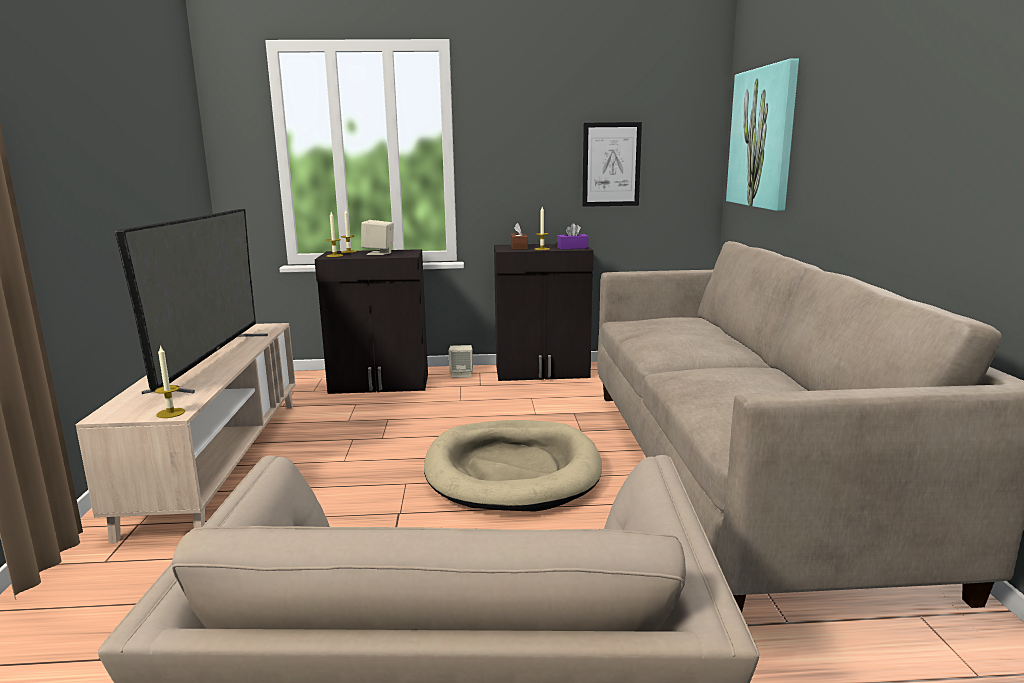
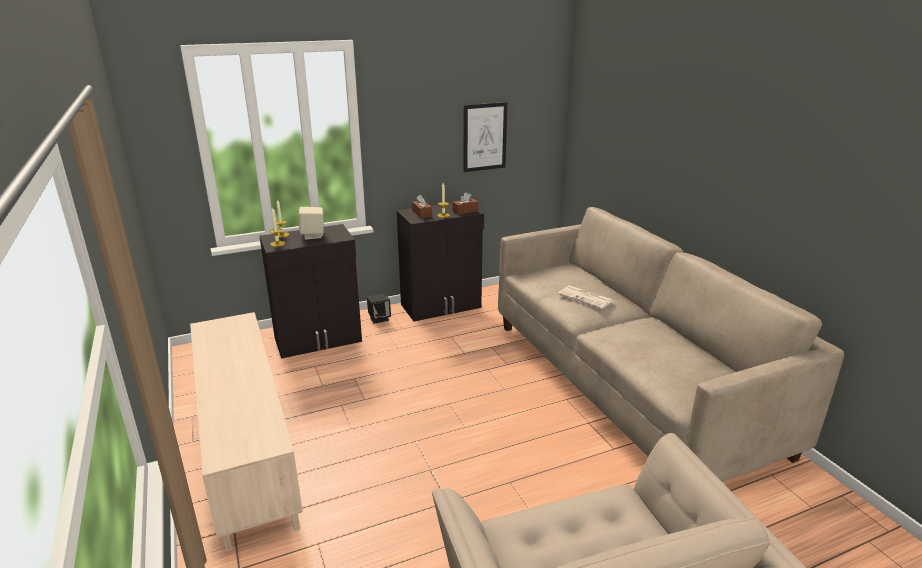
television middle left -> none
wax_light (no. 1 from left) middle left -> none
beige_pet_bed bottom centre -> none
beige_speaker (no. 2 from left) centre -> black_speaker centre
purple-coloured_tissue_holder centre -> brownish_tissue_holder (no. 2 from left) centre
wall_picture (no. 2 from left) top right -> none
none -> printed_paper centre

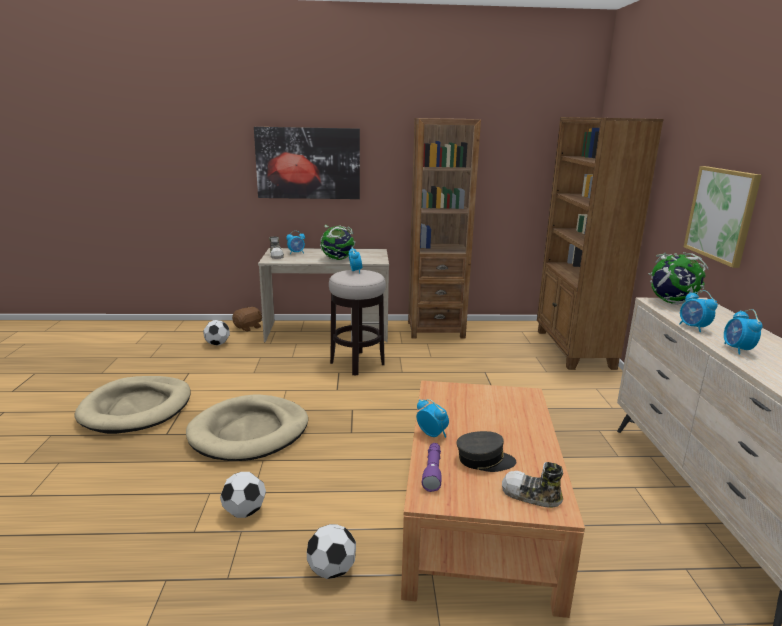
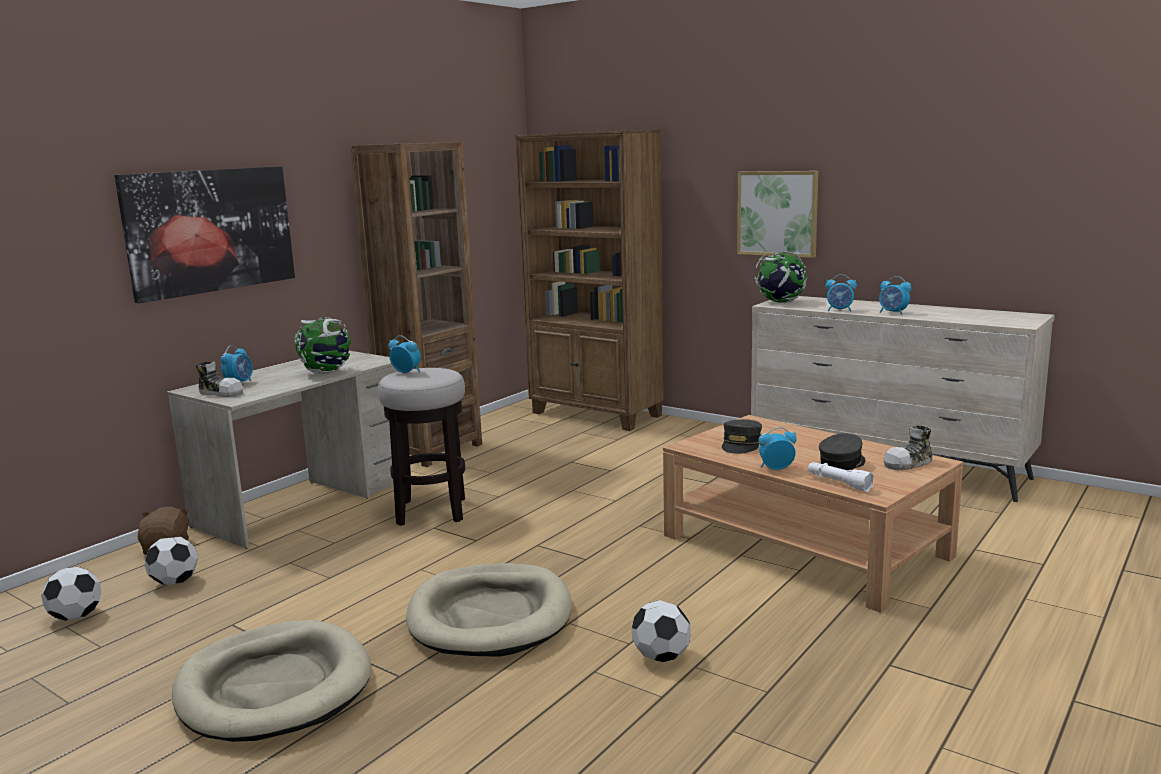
ball_for_football (no. 3 from left in the first image) bottom centre -> ball_for_football (no. 1 from left) bottom left, relocated
purple-coloured_hand_torch bottom centre -> white-coloured_hand_torch middle right
none -> greyish_cap (no. 1 from left) centre

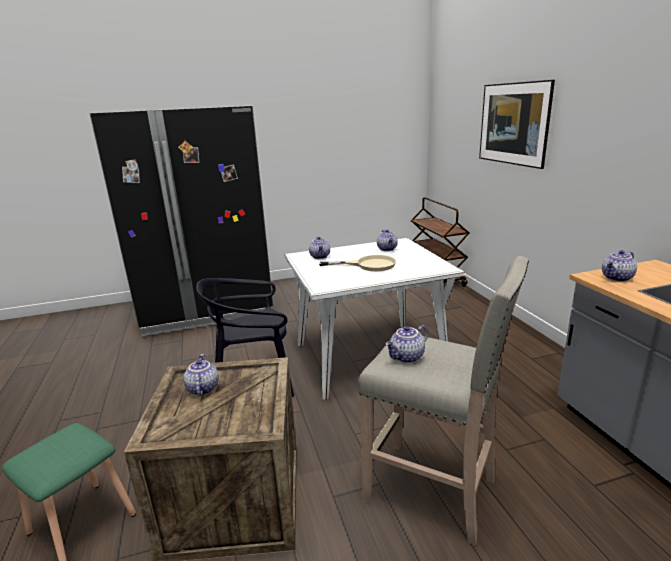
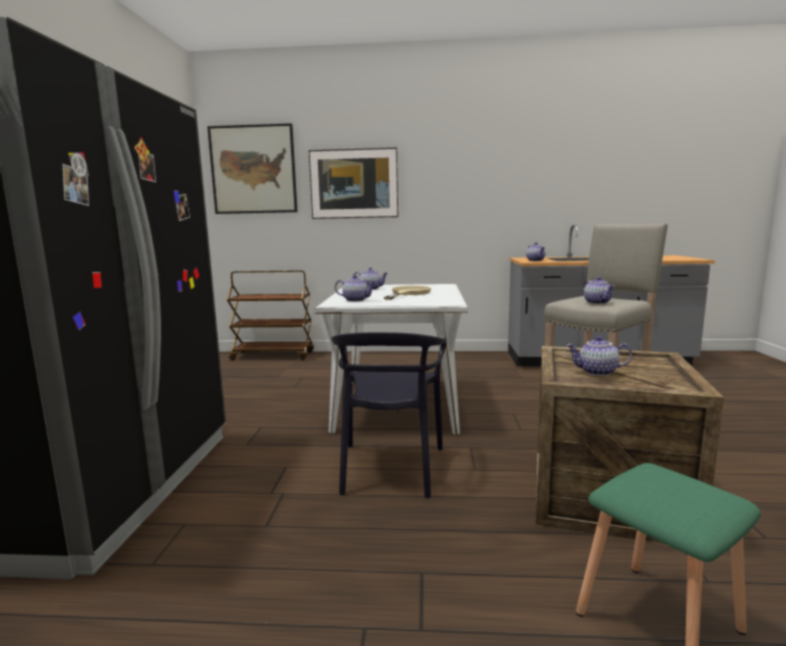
none -> wall_picture (no. 1 from left) top left

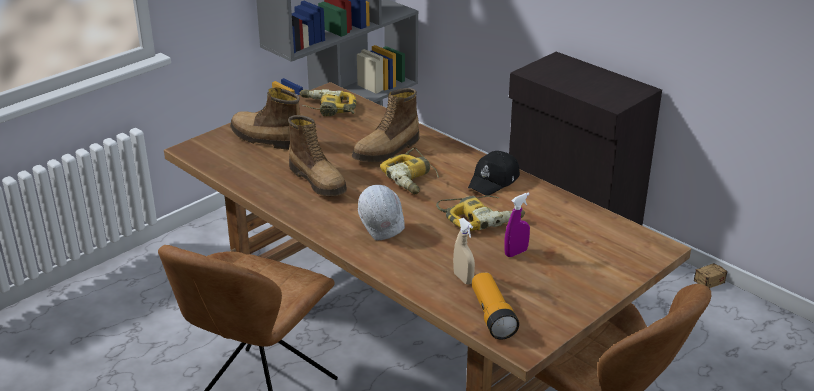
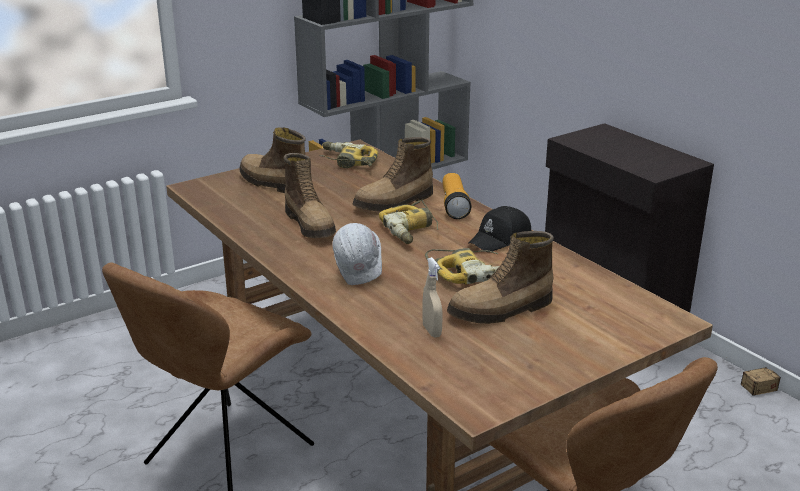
hand_torch bottom centre -> hand_torch centre, relocated
purple-coloured_sprayer centre -> tall_boot (no. 4 from left) centre

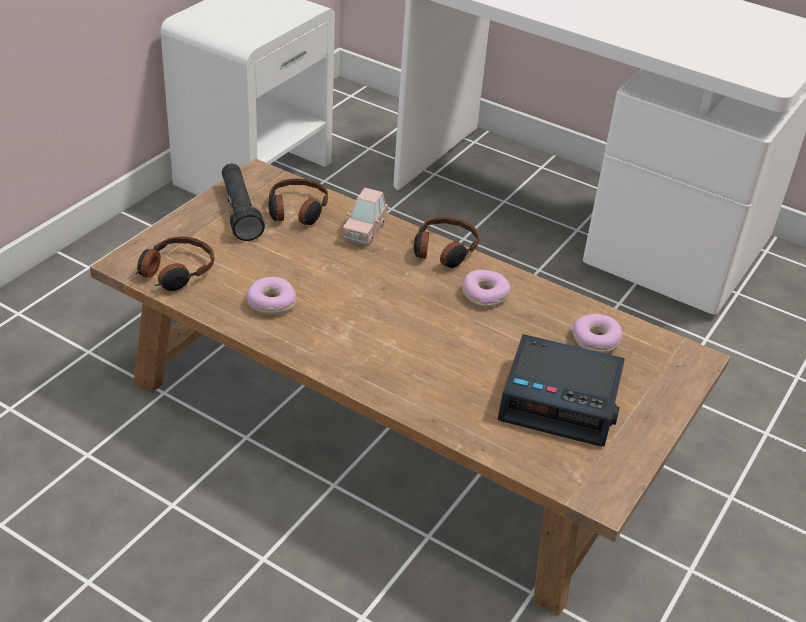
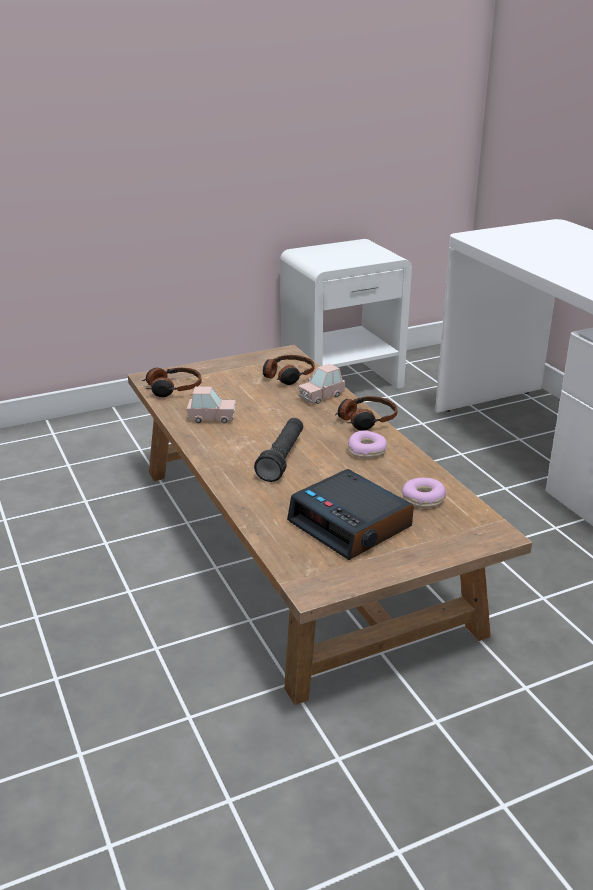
black_hand_torch top left -> black_hand_torch centre, relocated
ring_doughnut (no. 1 from left) centre -> pinkish_model_car (no. 1 from left) centre

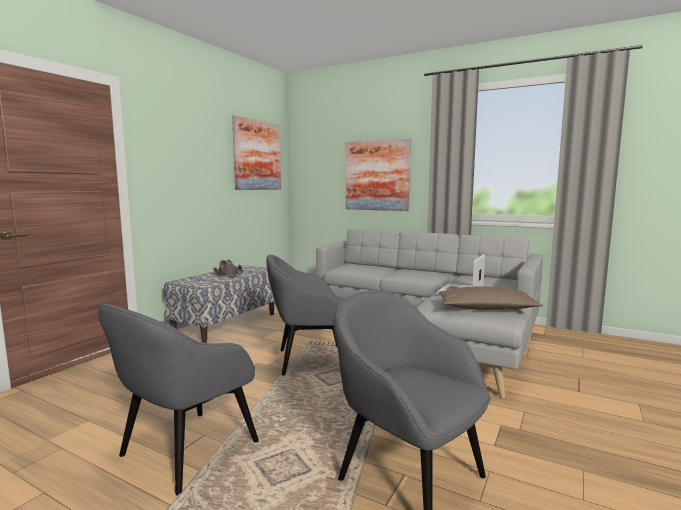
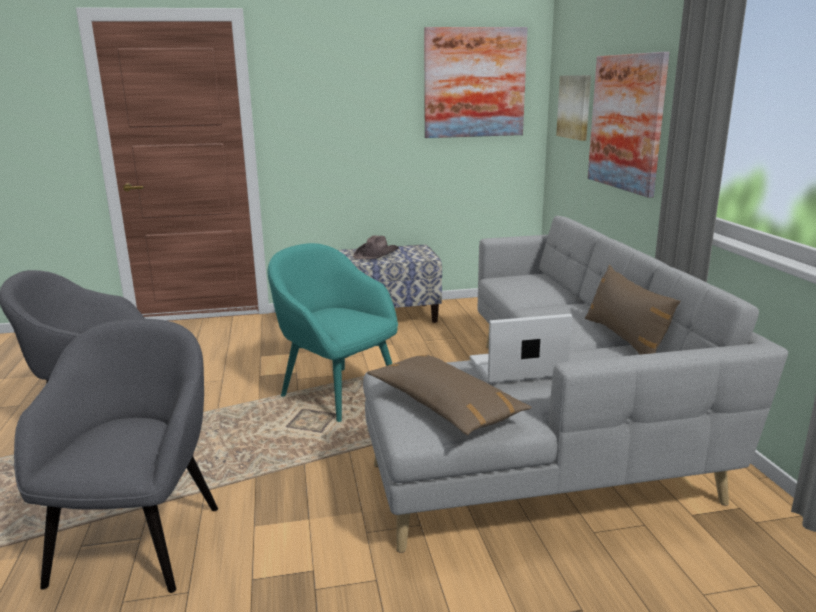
greyish_lounge_chair (no. 2 from left) centre -> blue-green_lounge_chair centre
none -> wall_picture (no. 2 from left) top right
none -> brownish_throw_pillow (no. 2 from left) middle right

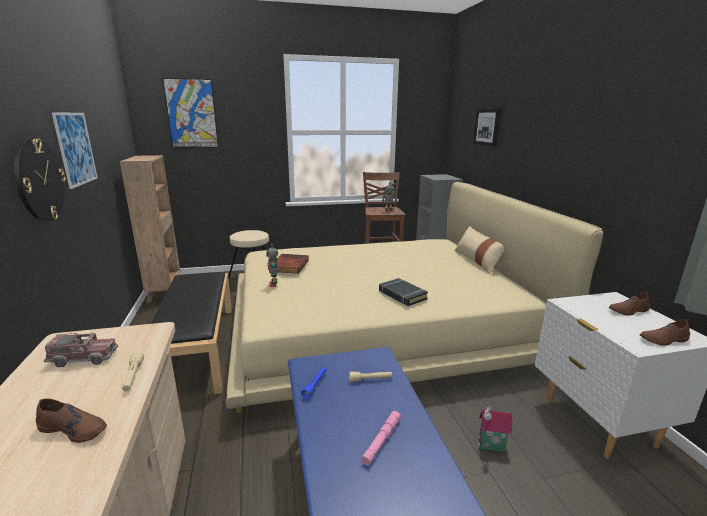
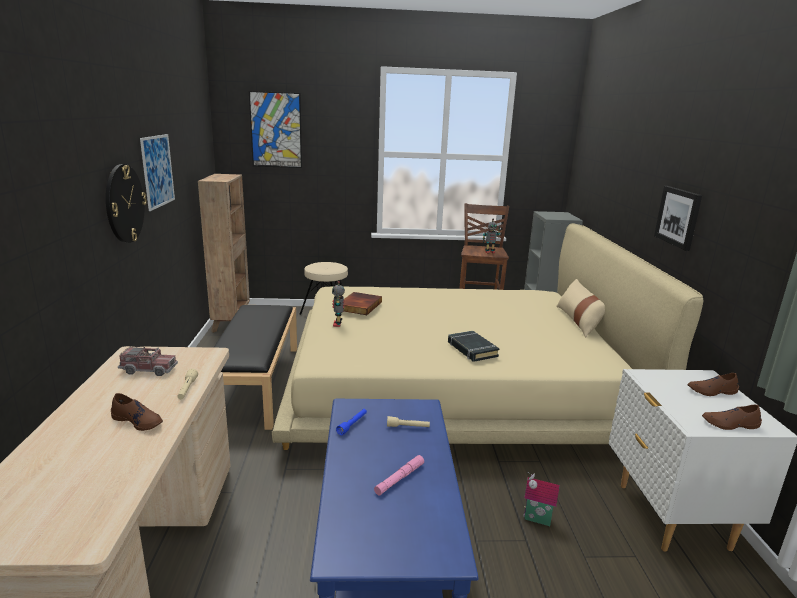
wall_picture (no. 3 from left) top right -> wall_picture (no. 3 from left) middle right, relocated

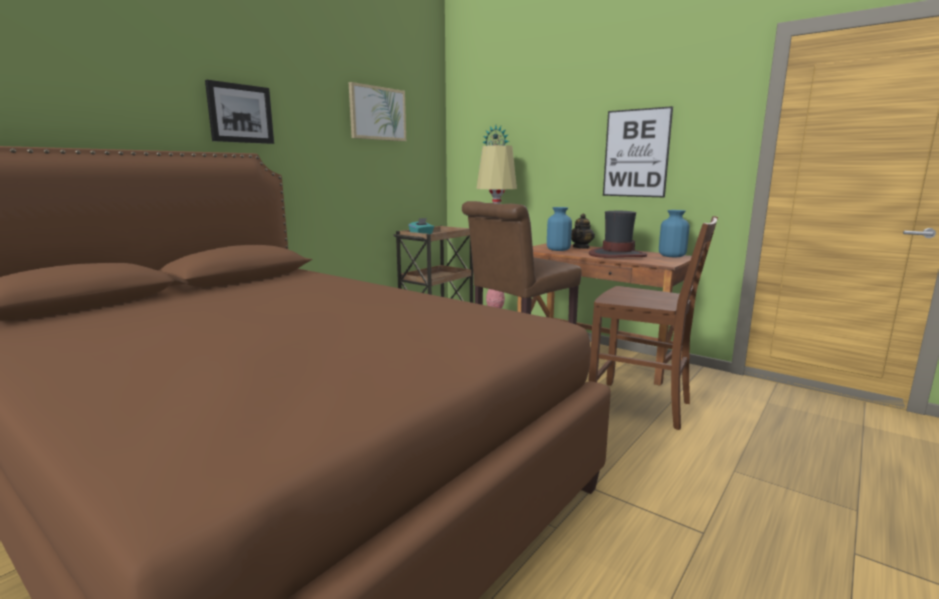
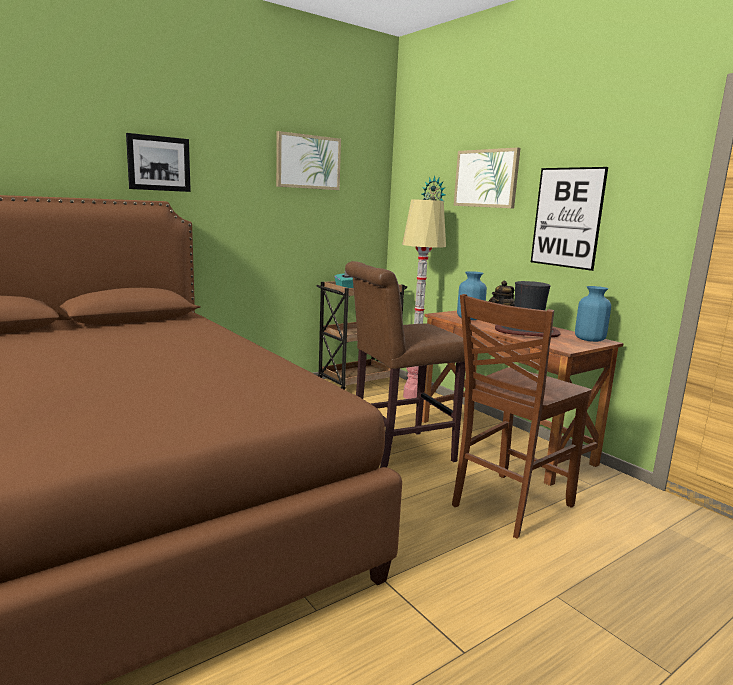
brownish_chair middle right, 90 degrees clockwise
none -> wall_picture (no. 3 from left) top centre

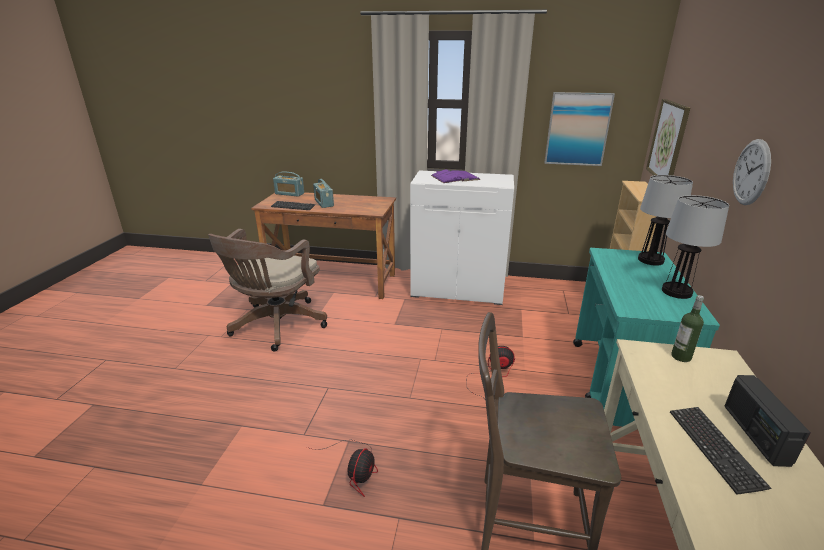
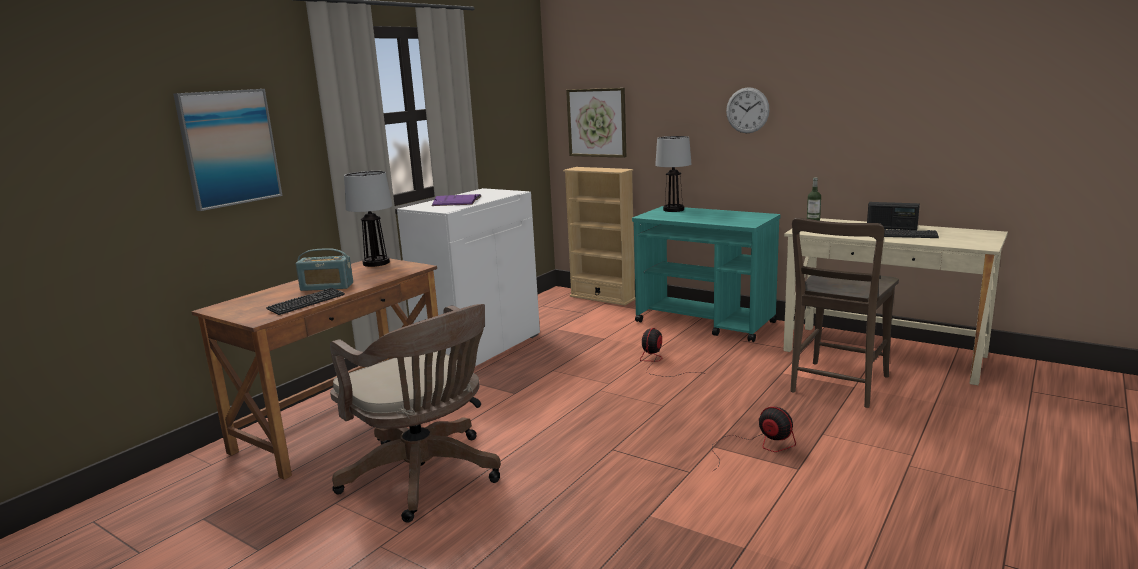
radio_set (no. 1 from left) centre -> none
wall_picture (no. 1 from left) top right -> wall_picture (no. 1 from left) top left, relocated
tabletop_lamp (no. 2 from left in the first image) middle right -> tabletop_lamp (no. 1 from left) middle left, relocated

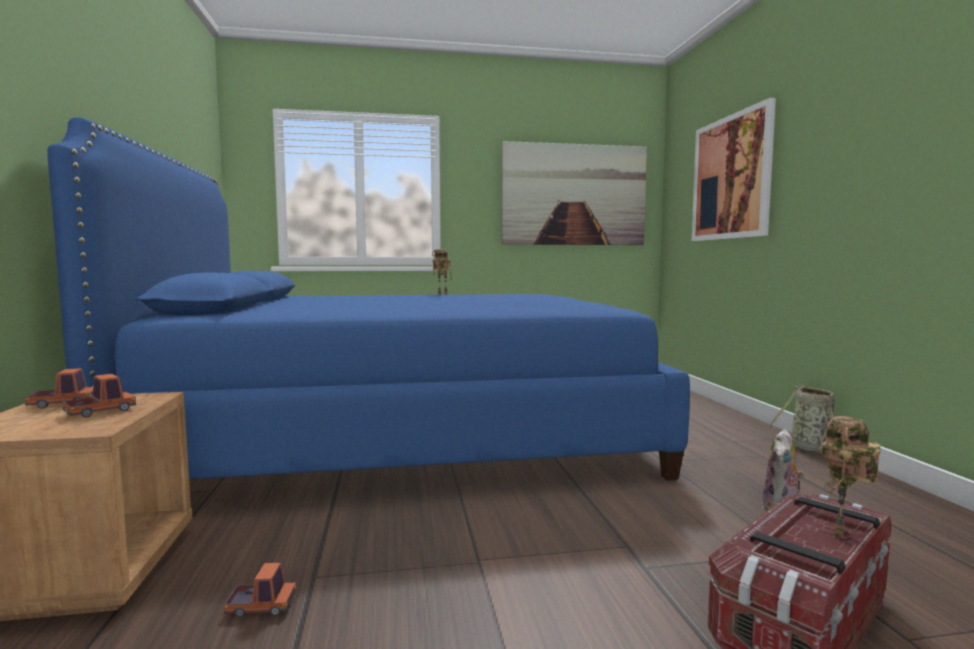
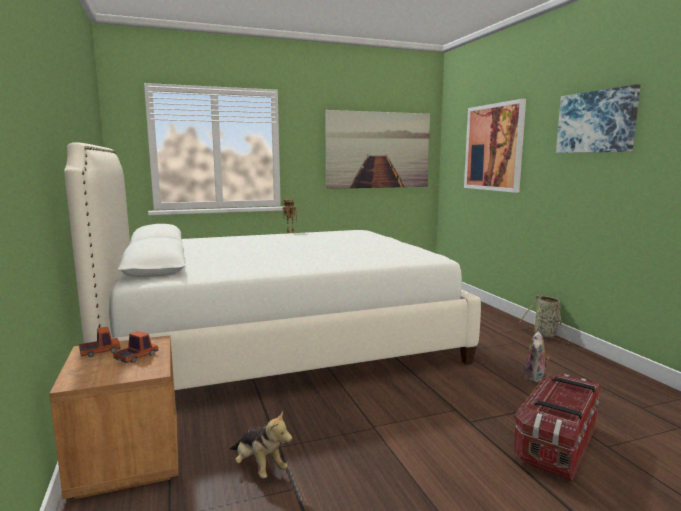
blue_bedroom_bed centre -> white-coloured_bedroom_bed centre
toy_truck (no. 3 from left) bottom left -> cuddly_toy (no. 1 from left) bottom centre
toy_robot (no. 2 from left) bottom right -> none
none -> wall_picture (no. 3 from left) top right

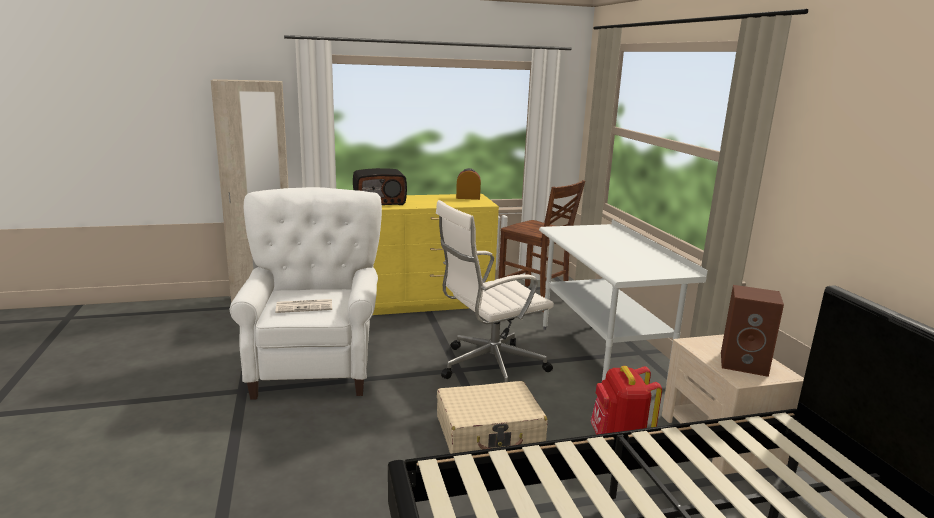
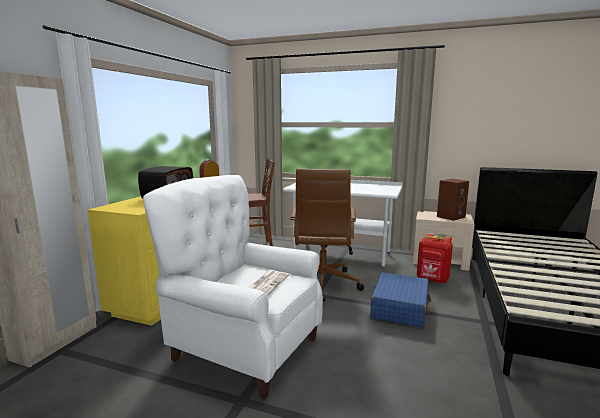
white-coloured_desk_chair centre -> brownish_desk_chair centre
beige_piece_of_luggage bottom centre -> blue_piece_of_luggage bottom right

